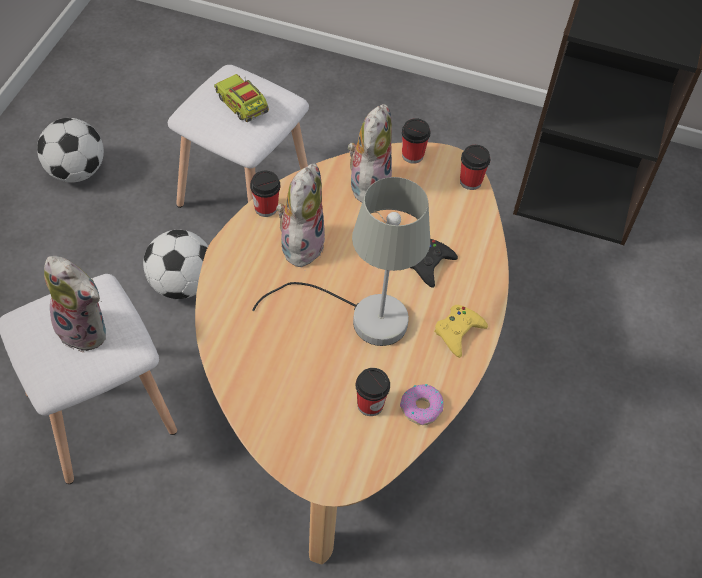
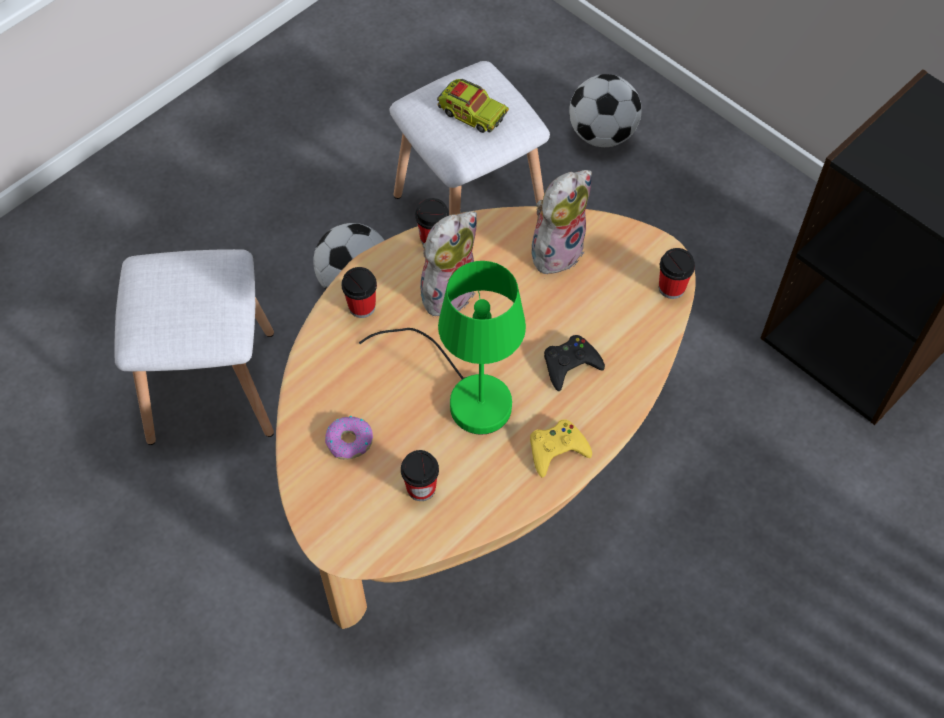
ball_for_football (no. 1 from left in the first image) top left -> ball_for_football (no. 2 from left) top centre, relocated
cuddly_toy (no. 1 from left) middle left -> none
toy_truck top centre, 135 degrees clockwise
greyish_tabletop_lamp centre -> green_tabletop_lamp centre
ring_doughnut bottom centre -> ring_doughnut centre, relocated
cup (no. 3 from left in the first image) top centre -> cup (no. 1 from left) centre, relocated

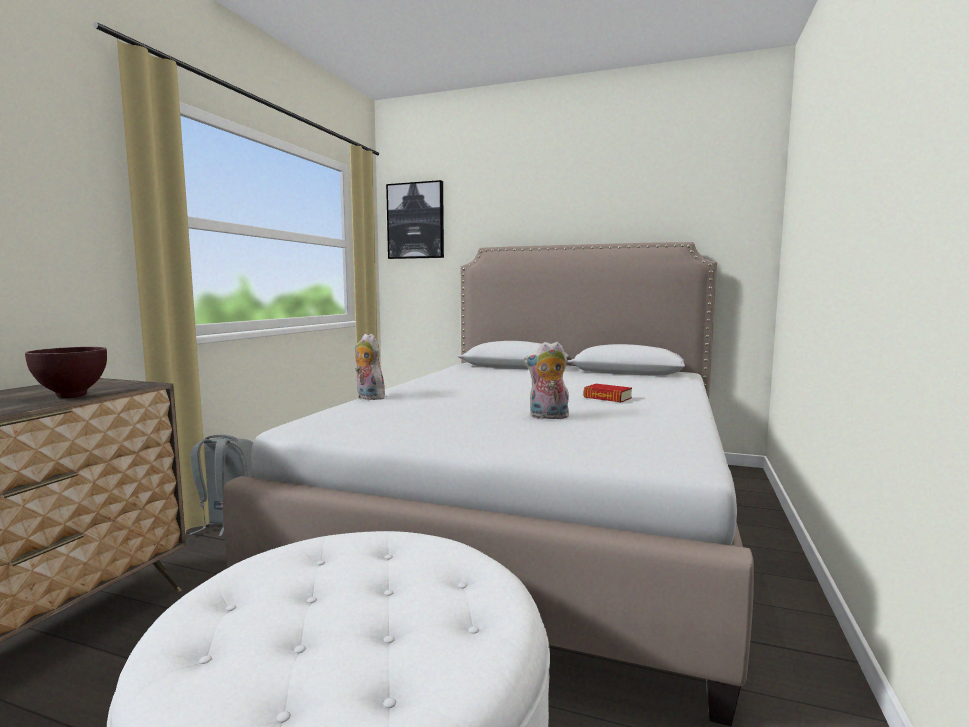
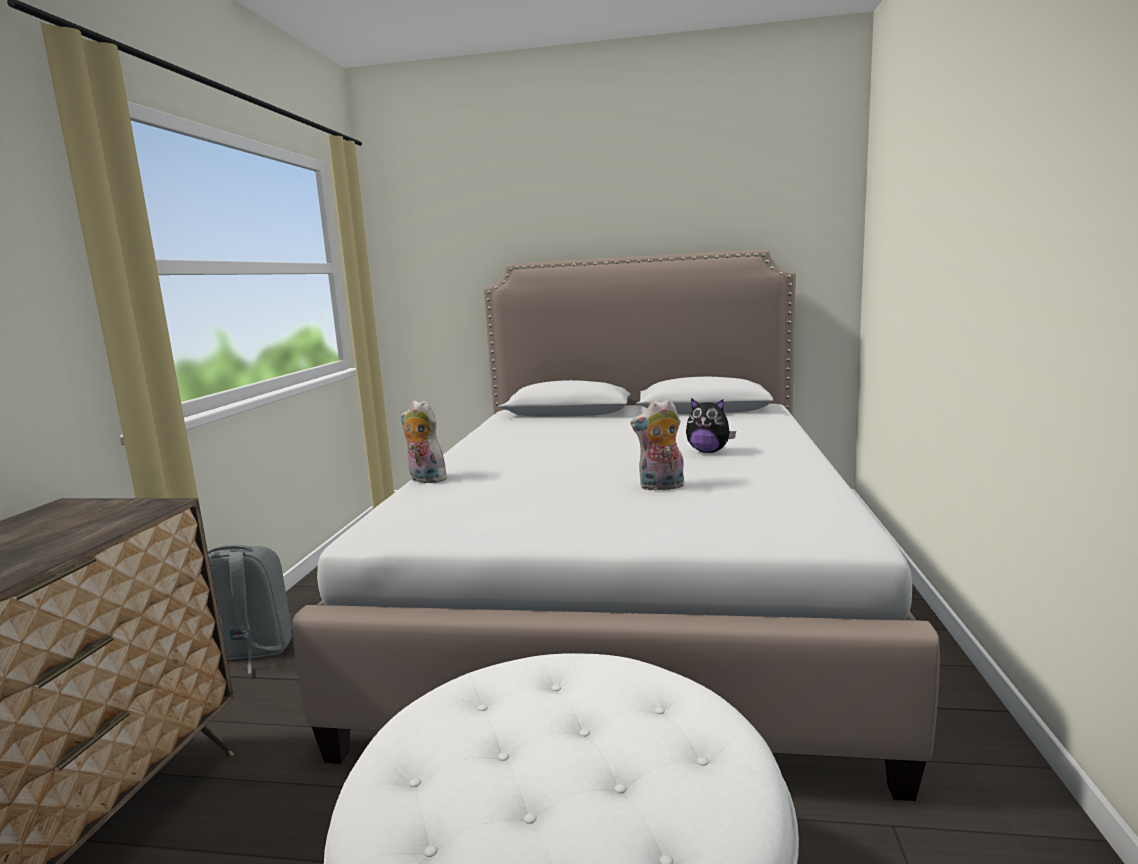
brownish_serving_bowl middle left -> none
wall_picture top centre -> none
bound_book centre -> cuddly_toy (no. 3 from left) centre

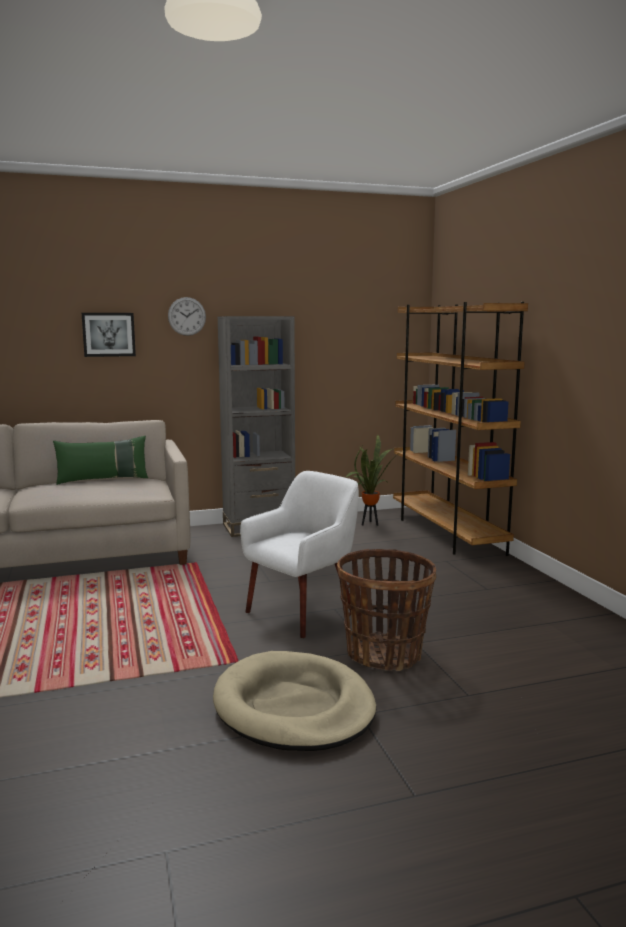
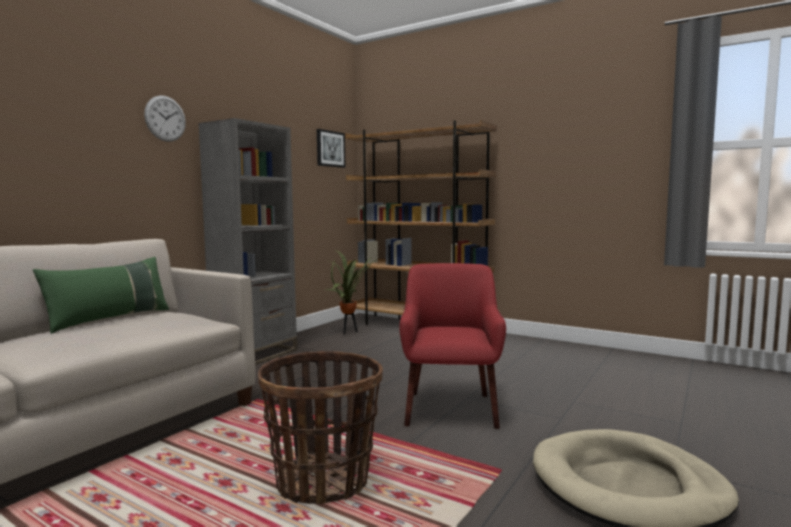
wall_picture middle left -> wall_picture top centre, relocated
white-coloured_lounge_chair centre -> red-coloured_lounge_chair centre
household_basket centre -> household_basket bottom centre, relocated

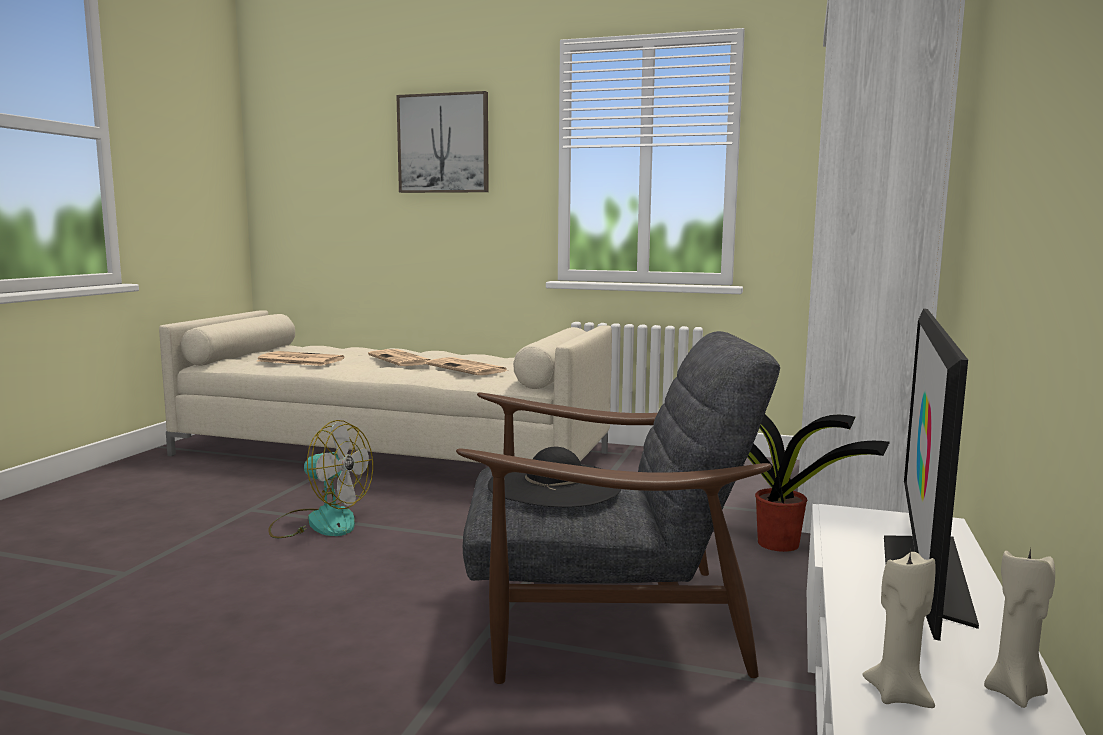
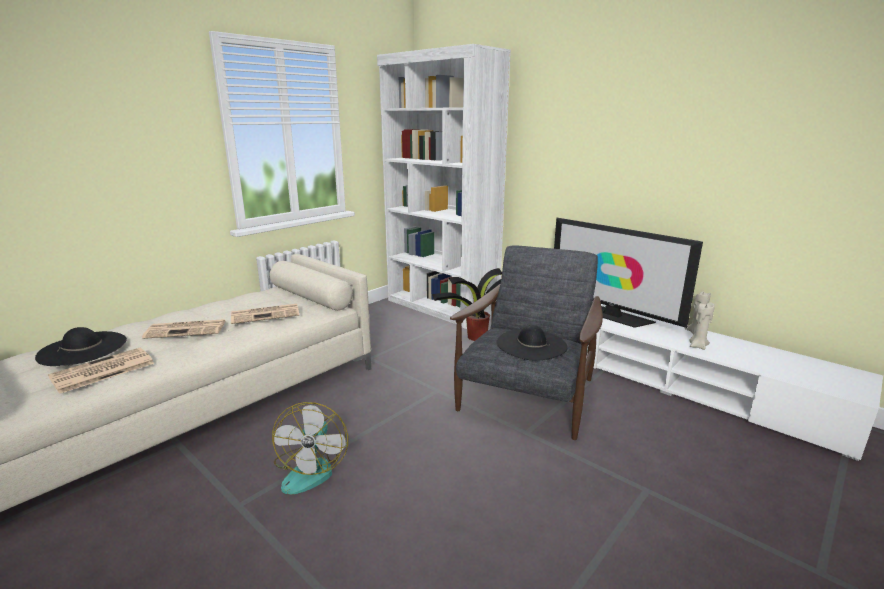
fan middle left -> fan bottom centre, 135 degrees clockwise
wall_picture top centre -> none
none -> black_clothing_hat (no. 1 from left) middle left

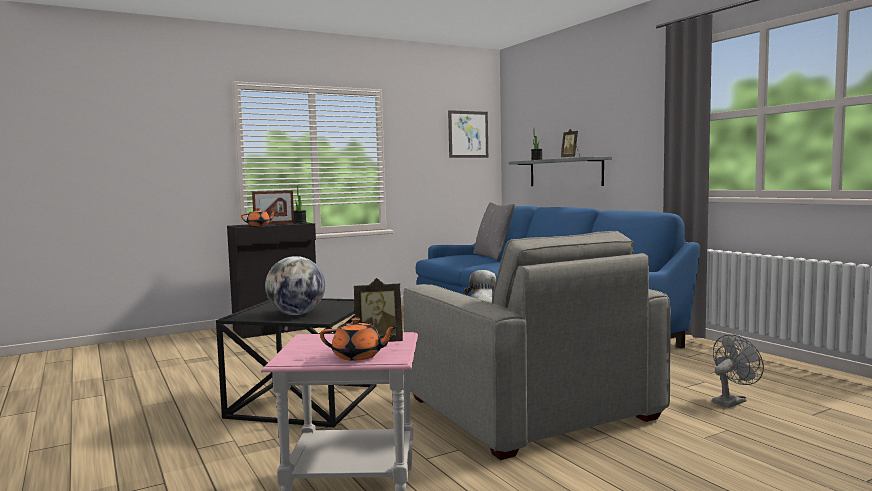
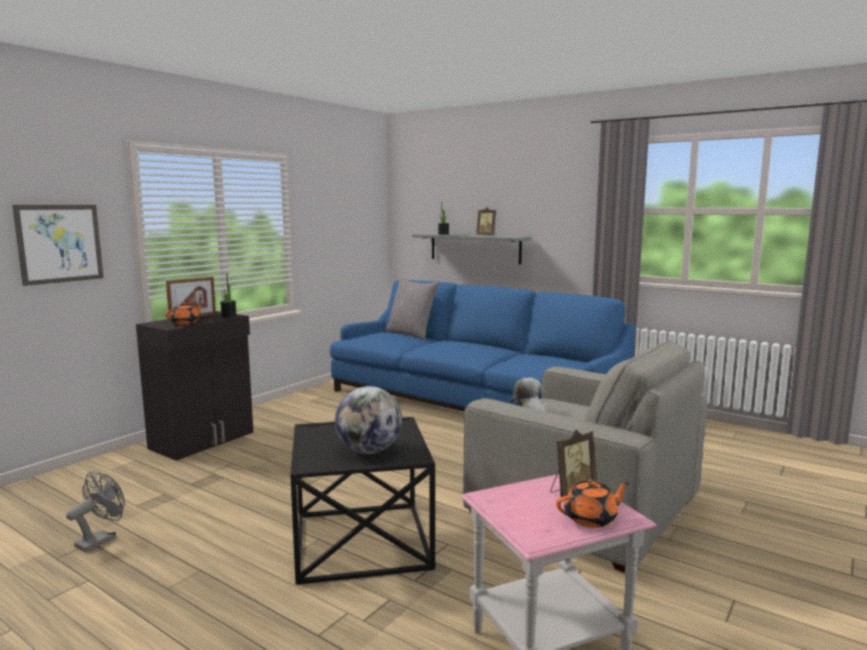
wall_picture top centre -> wall_picture middle left, relocated
greyish_fan bottom right -> greyish_fan bottom left, relocated

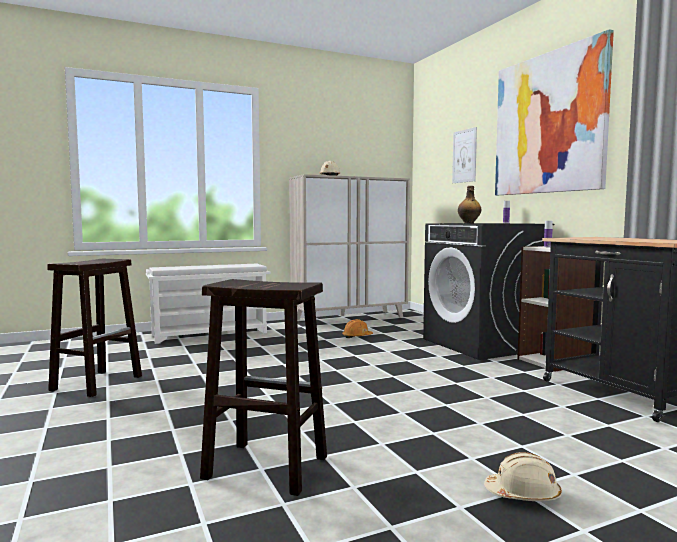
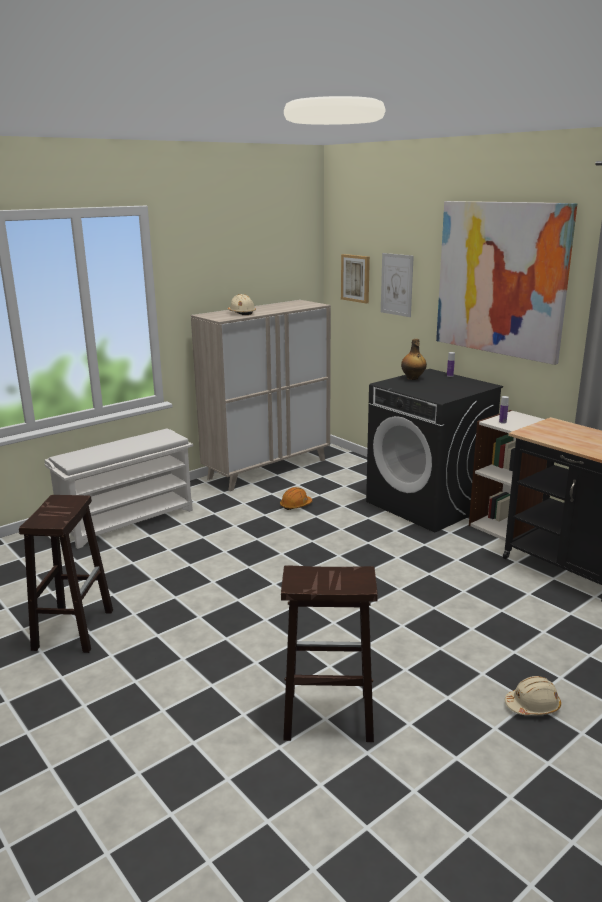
none -> wall_picture (no. 1 from left) top centre

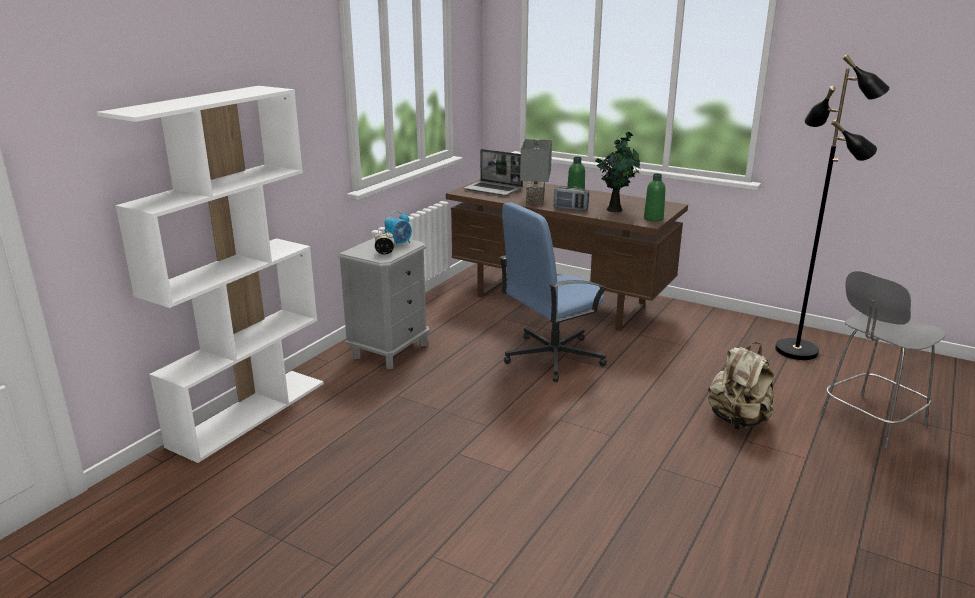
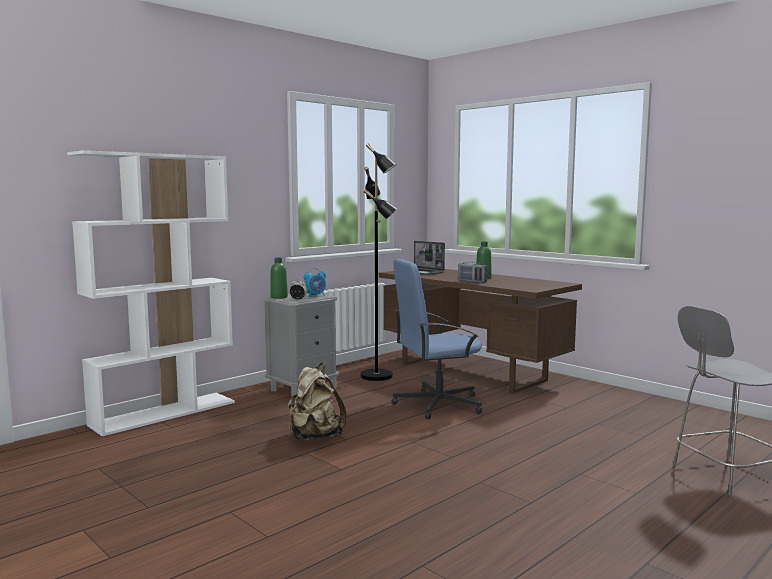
greyish_tabletop_lamp top centre -> none
plant_in_a_pot top centre -> none
green_drink_bottle (no. 2 from left in the first image) top right -> green_drink_bottle (no. 1 from left) centre, relocated
beige_knapsack middle right -> beige_knapsack bottom centre, relocated
black_standard_lamp middle right -> black_standard_lamp centre, relocated

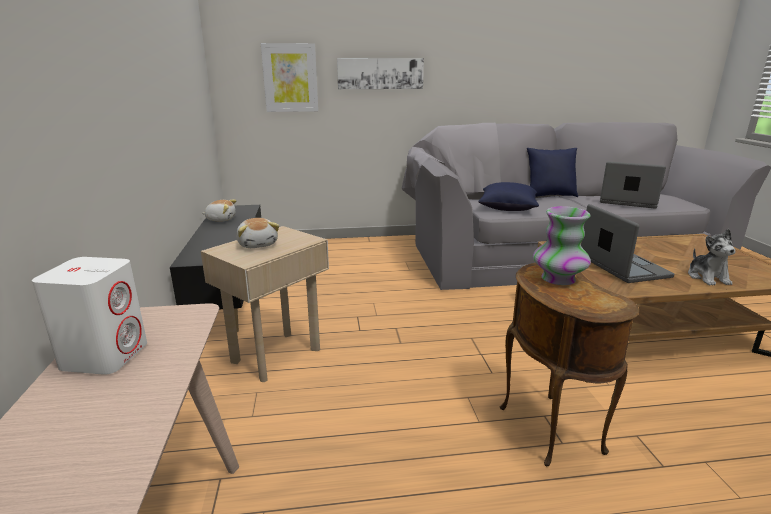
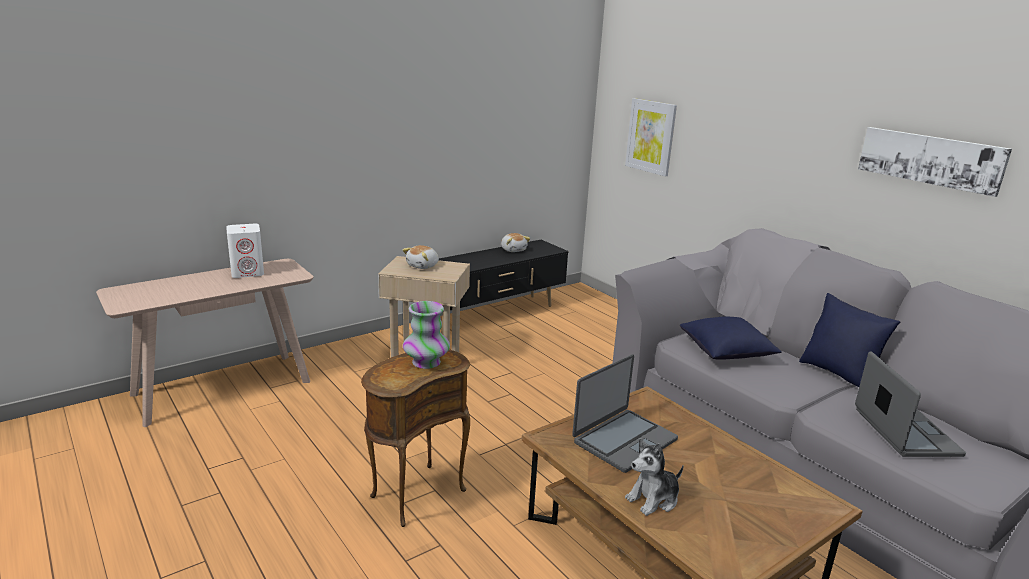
wall_picture (no. 2 from left) top centre -> wall_picture (no. 2 from left) top right, relocated

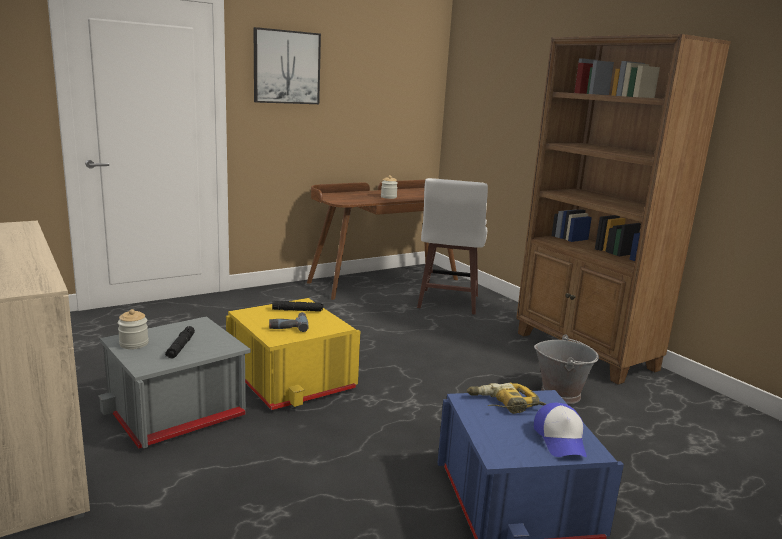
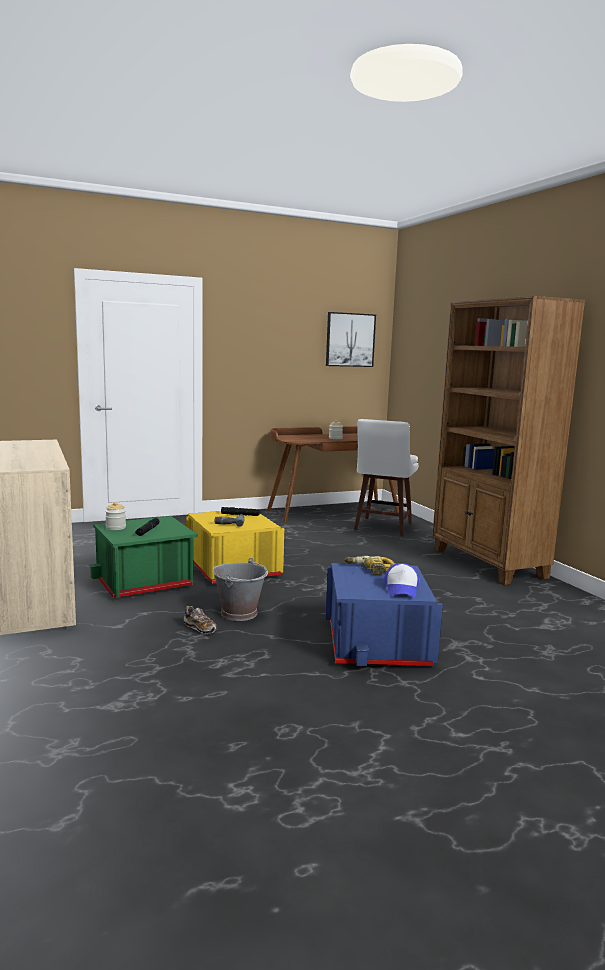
greyish_storage_container bottom left -> green_storage_container middle left
wall_picture top centre -> wall_picture centre, relocated
greyish_pail bottom right -> greyish_pail centre, relocated
none -> item_of_footwear middle left

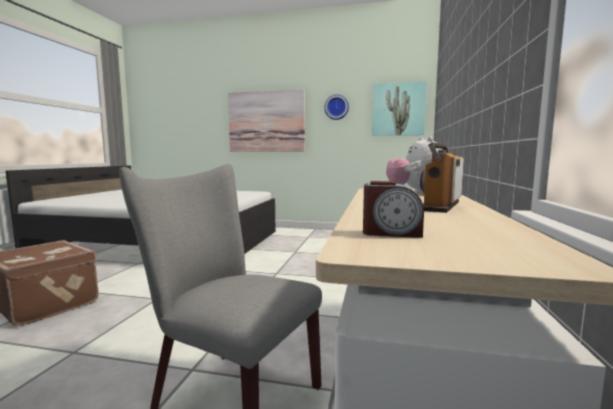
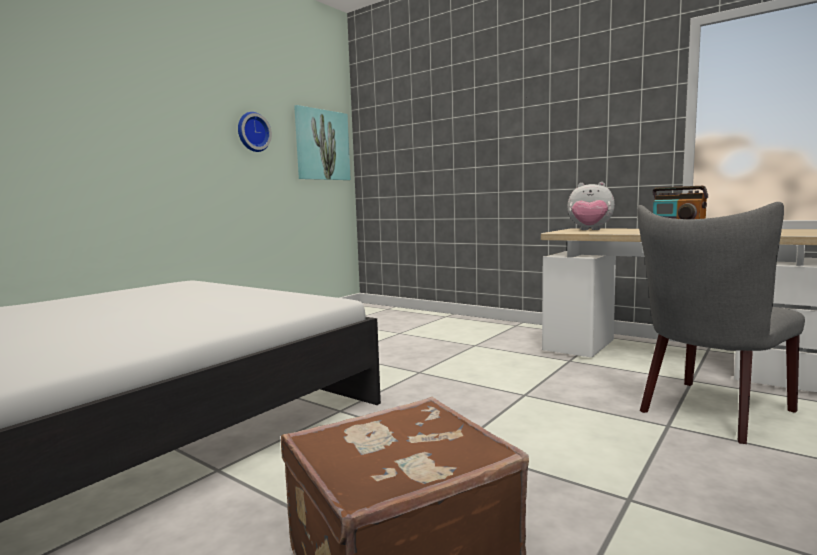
wall_picture (no. 1 from left) top centre -> none
table_clock centre -> none

